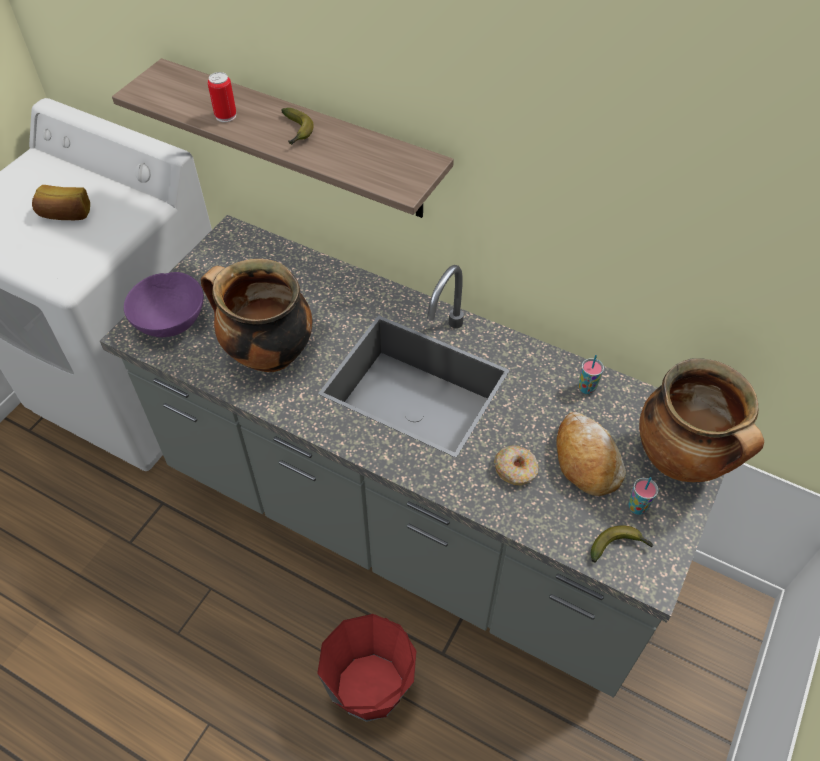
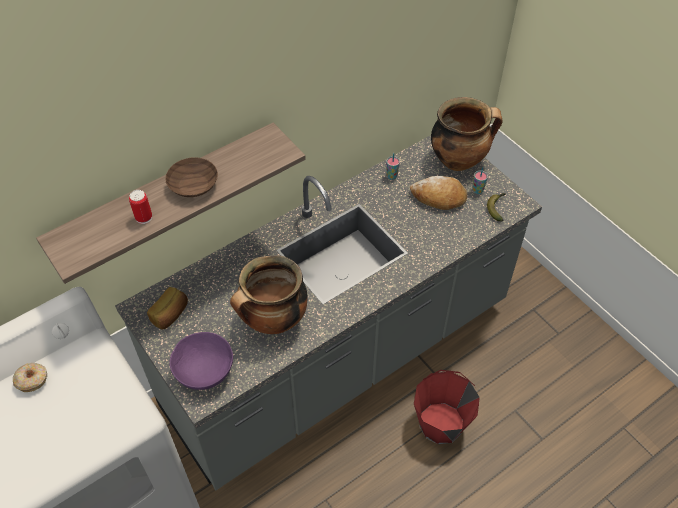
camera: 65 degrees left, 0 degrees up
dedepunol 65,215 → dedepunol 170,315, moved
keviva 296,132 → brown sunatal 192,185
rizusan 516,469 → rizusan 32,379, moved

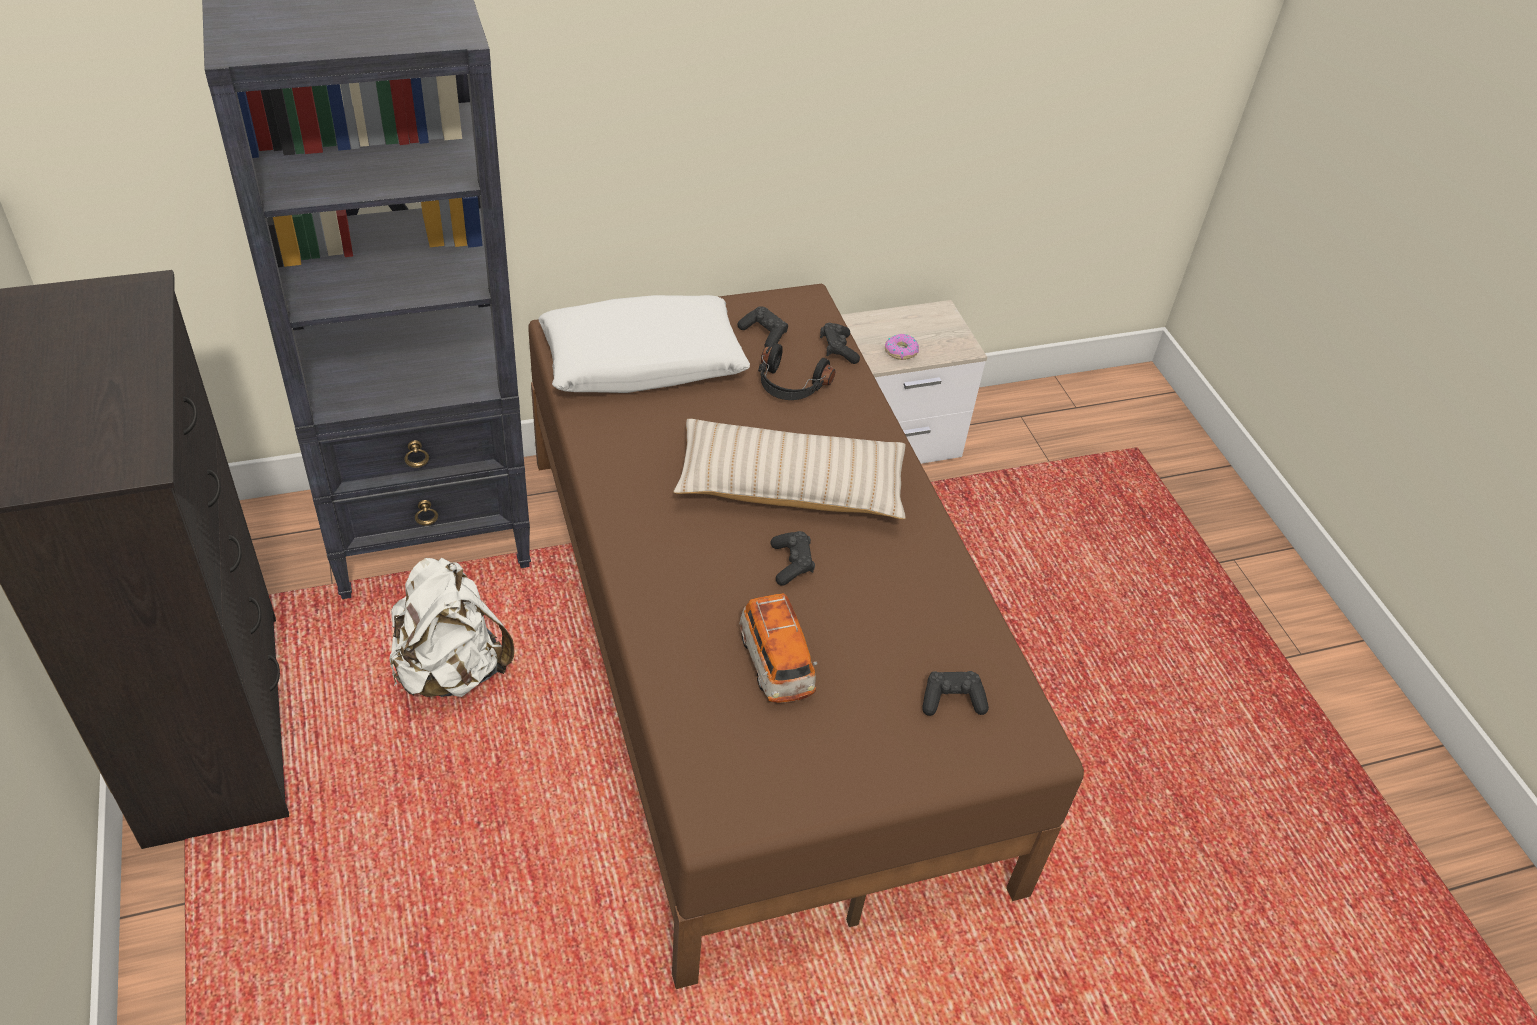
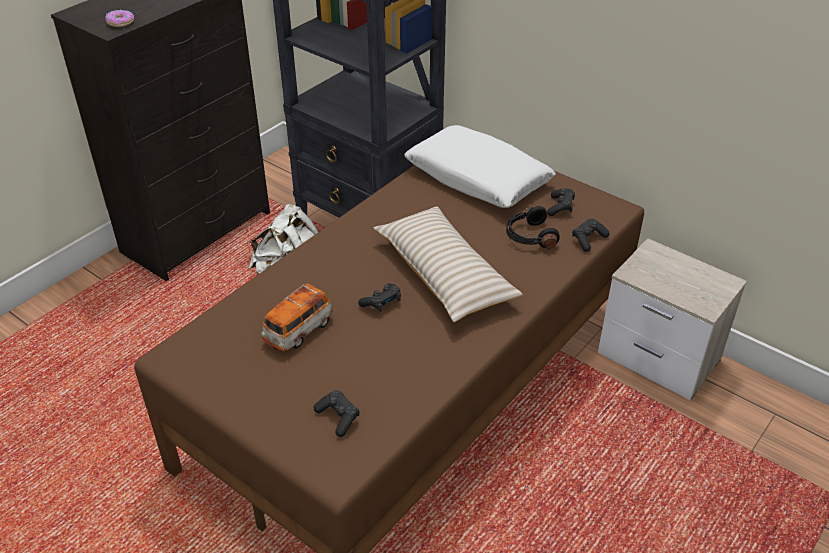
camera: 60 degrees right, 5 degrees down
rizusan 901,351 → rizusan 120,22, moved

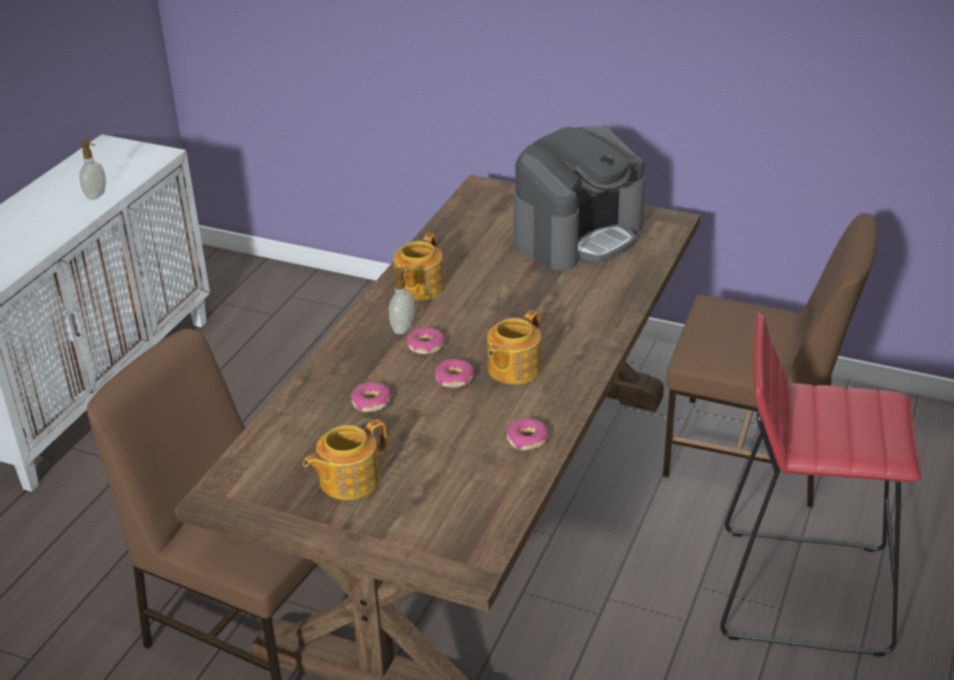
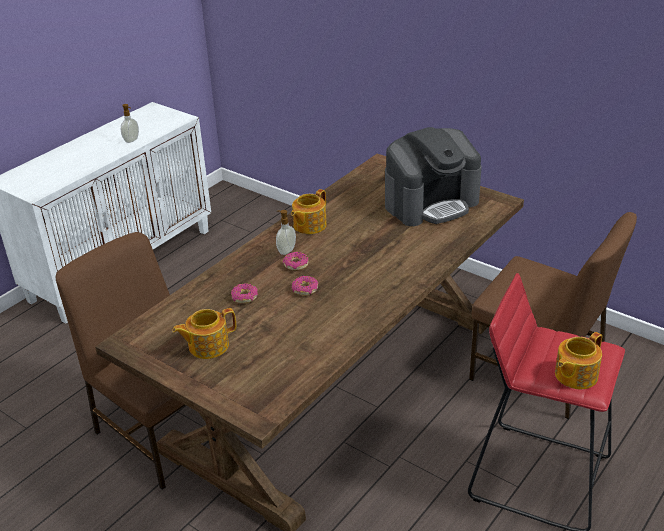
camera: 15 degrees right, 0 degrees up
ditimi 513,369 → ditimi 575,375, moved
rizusan 527,440 → -

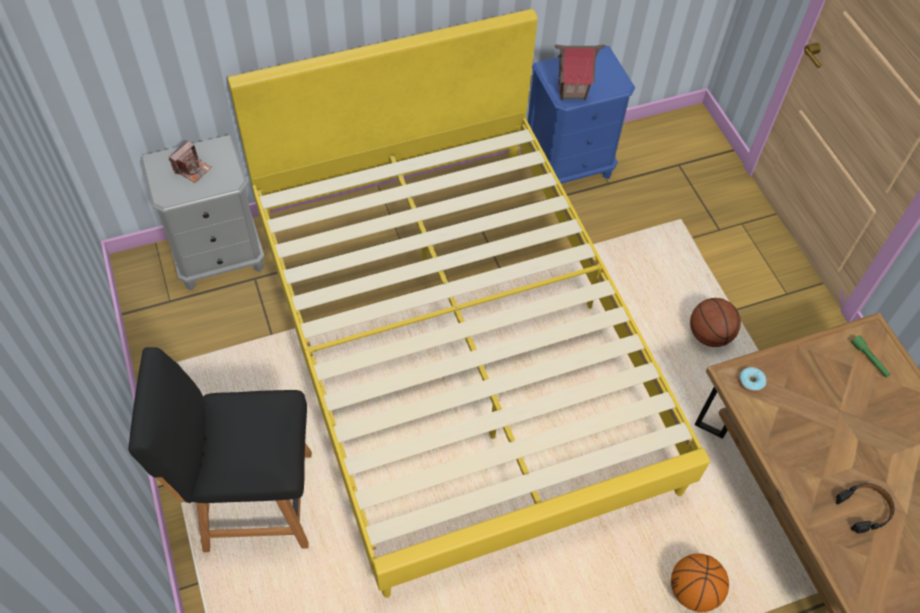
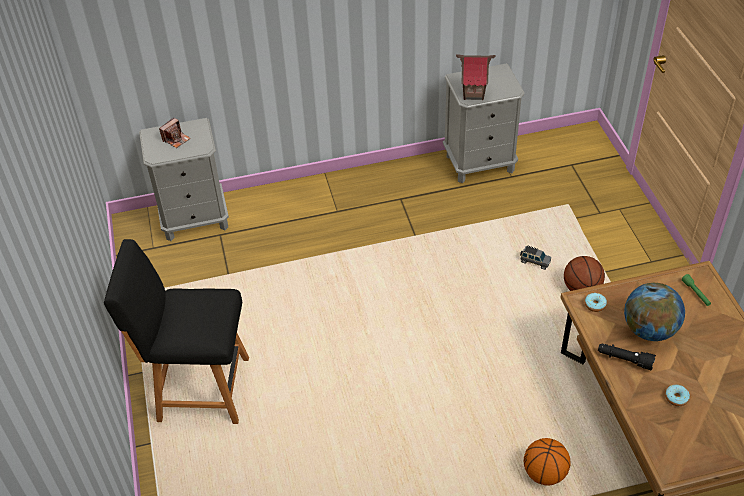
camera: 10 degrees right, 10 degrees down
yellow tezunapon 458,346 → -
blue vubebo 568,166 → grey vubebo 480,163
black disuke 864,509 → rizusan 676,398
- → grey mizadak 534,262
- → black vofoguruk 624,359
- → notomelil 649,330

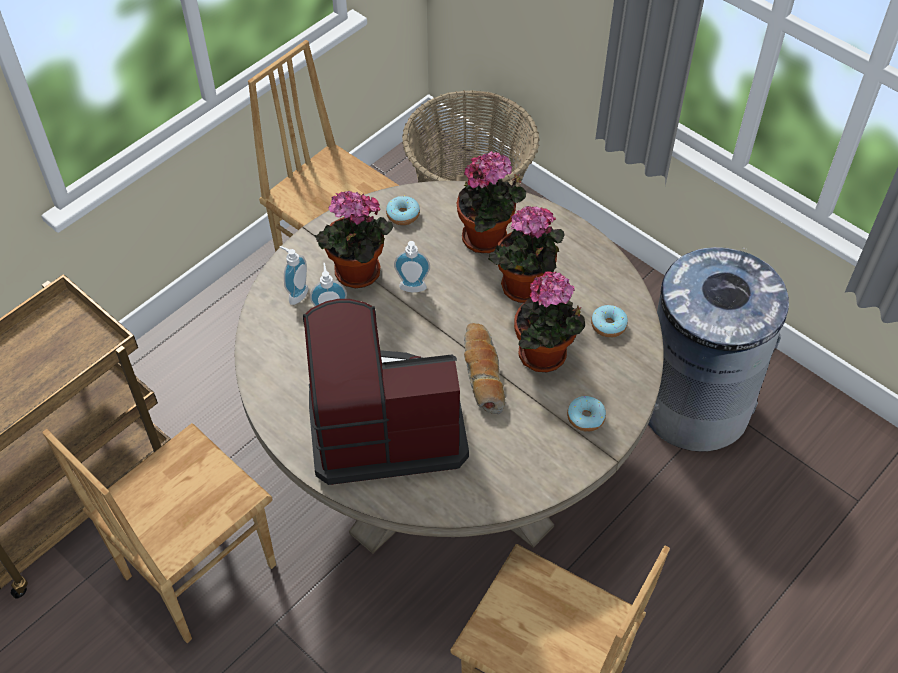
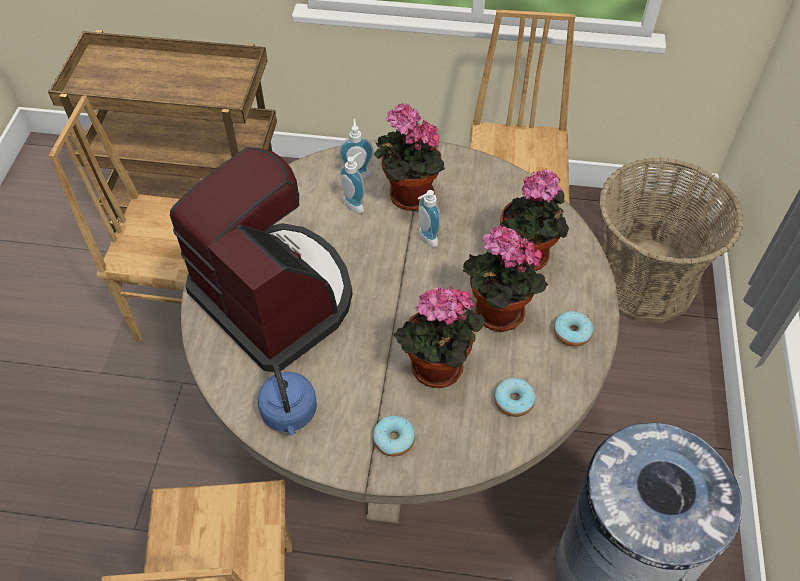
camera: 55 degrees right, 0 degrees up
rizusan 403,215 → rizusan 572,333, moved
dedepunol 482,374 → -
- → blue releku 290,414

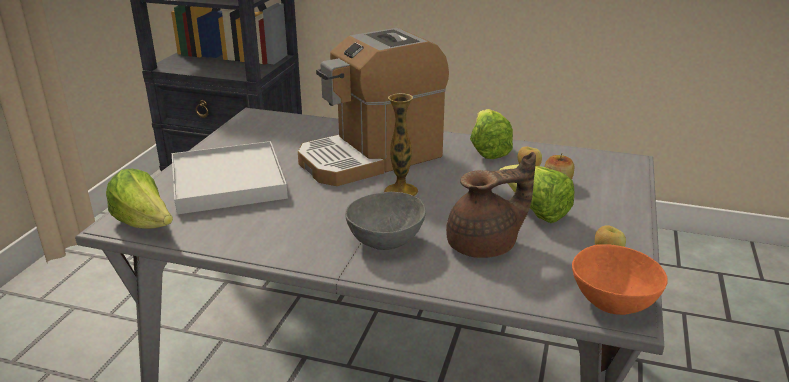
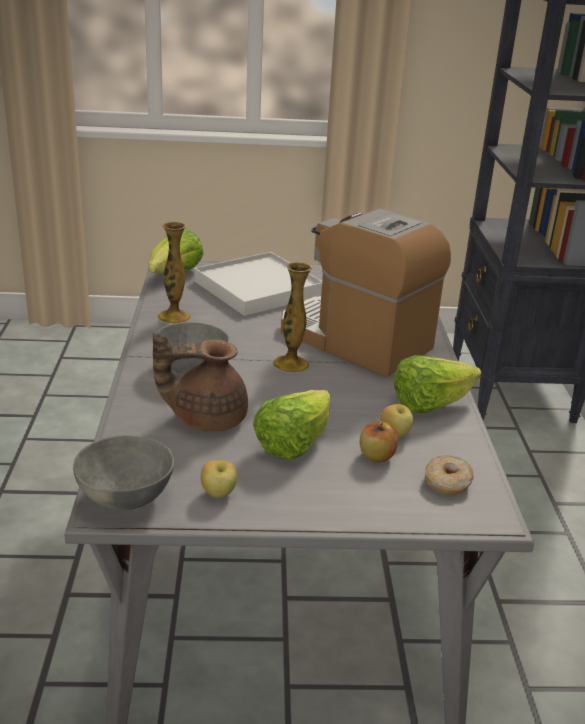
camera: 70 degrees right, 0 degrees up
brown ditimi 485,245 → brown ditimi 206,418, 120 degrees clockwise
orange sunatal 613,304 → grey sunatal 123,497
- → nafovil 174,317
- → rizusan 447,483

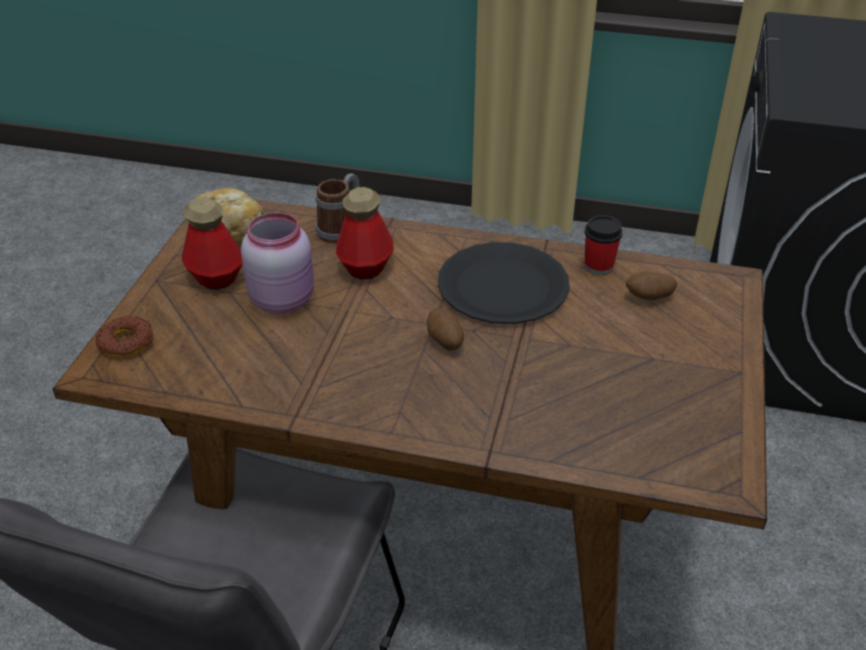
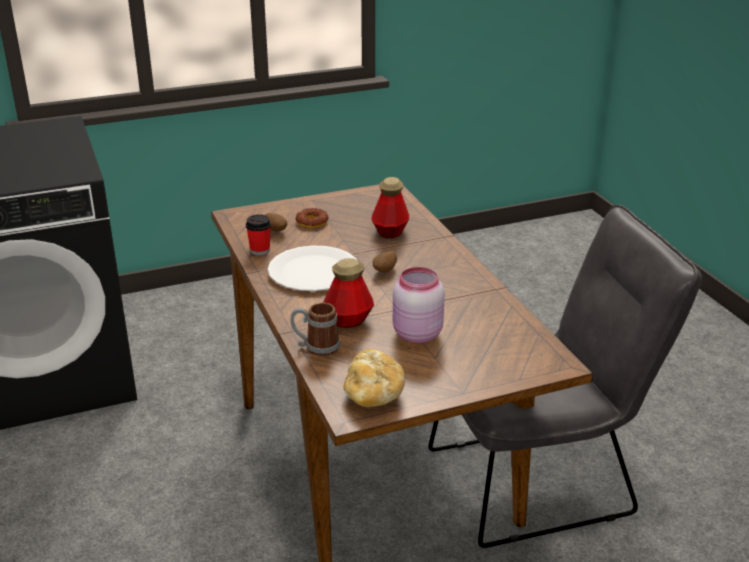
camera: 125 degrees left, 10 degrees down
rizusan 126,342 → rizusan 312,222, moved
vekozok 216,277 → vekozok 390,232, moved
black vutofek 503,286 → white vutofek 313,271

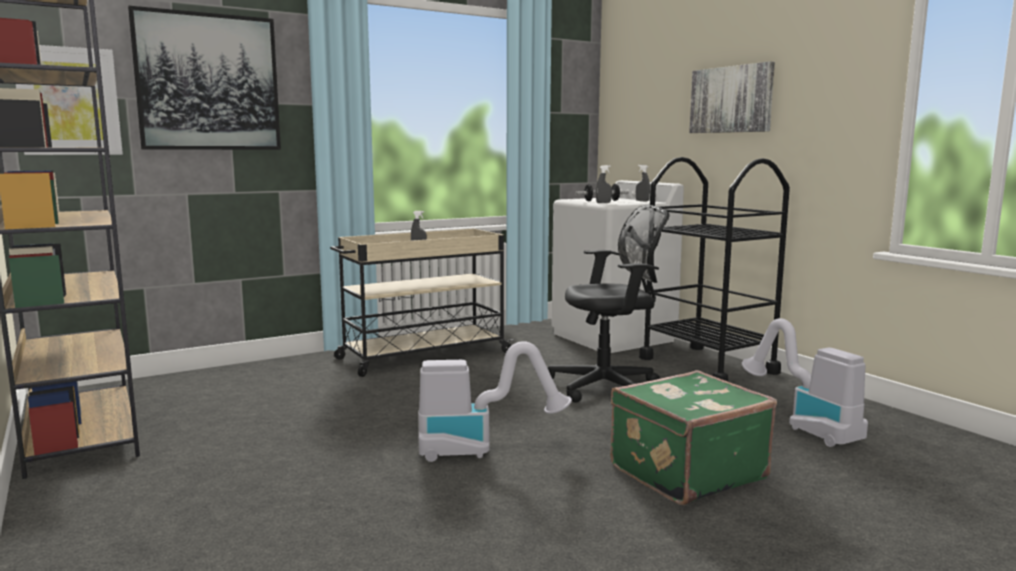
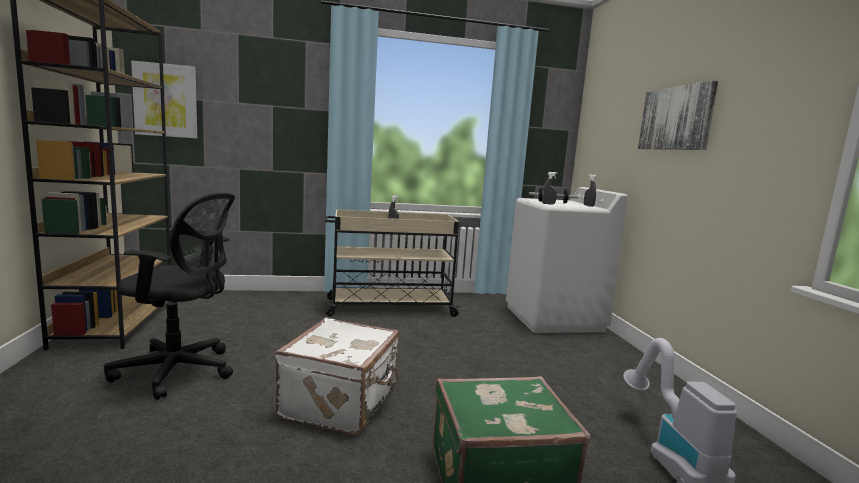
camera: 20 degrees right, 0 degrees up
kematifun 208,82 → -
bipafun 481,449 → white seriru 342,403
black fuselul 608,387 → black fuselul 180,371, moved
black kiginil 707,365 → -

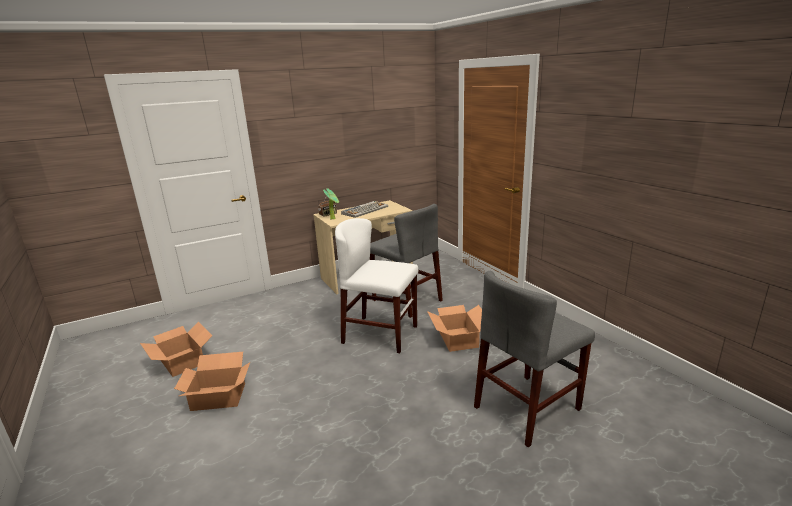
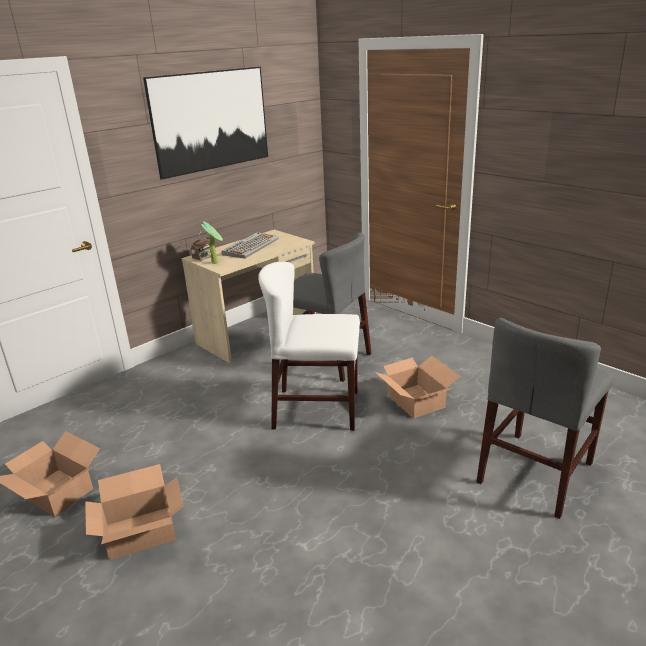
camera: 15 degrees left, 5 degrees up
- → kematifun 211,121

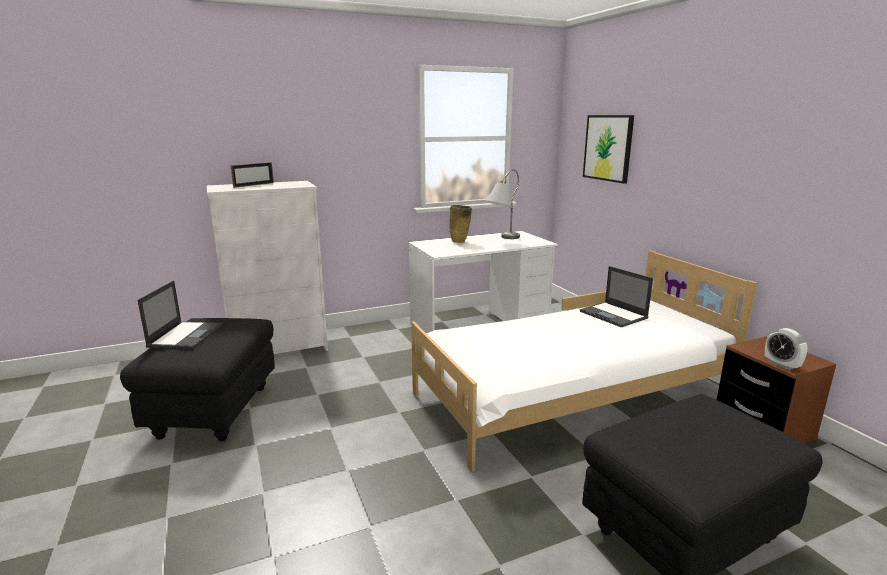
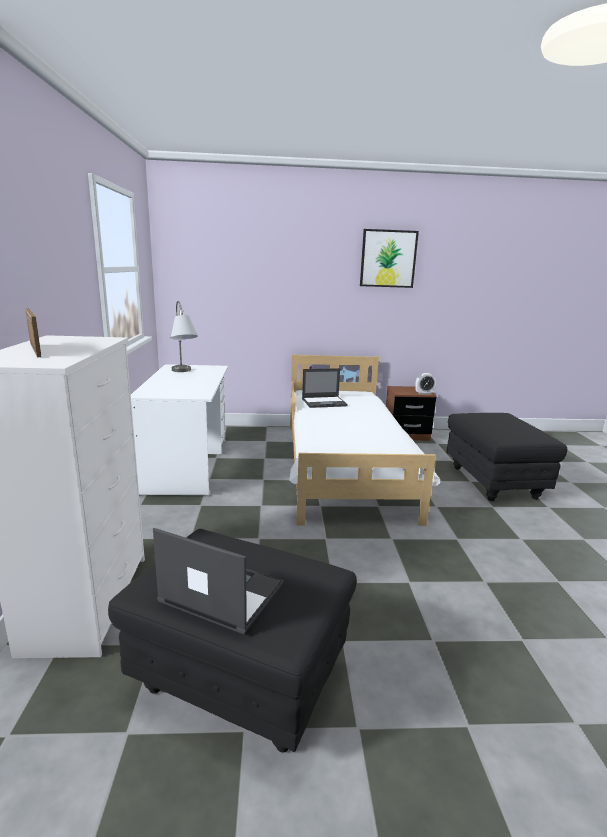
camera: 70 degrees left, 0 degrees up
beige nafovil 460,242 → -
kematifun 608,148 → kematifun 388,259, moved

